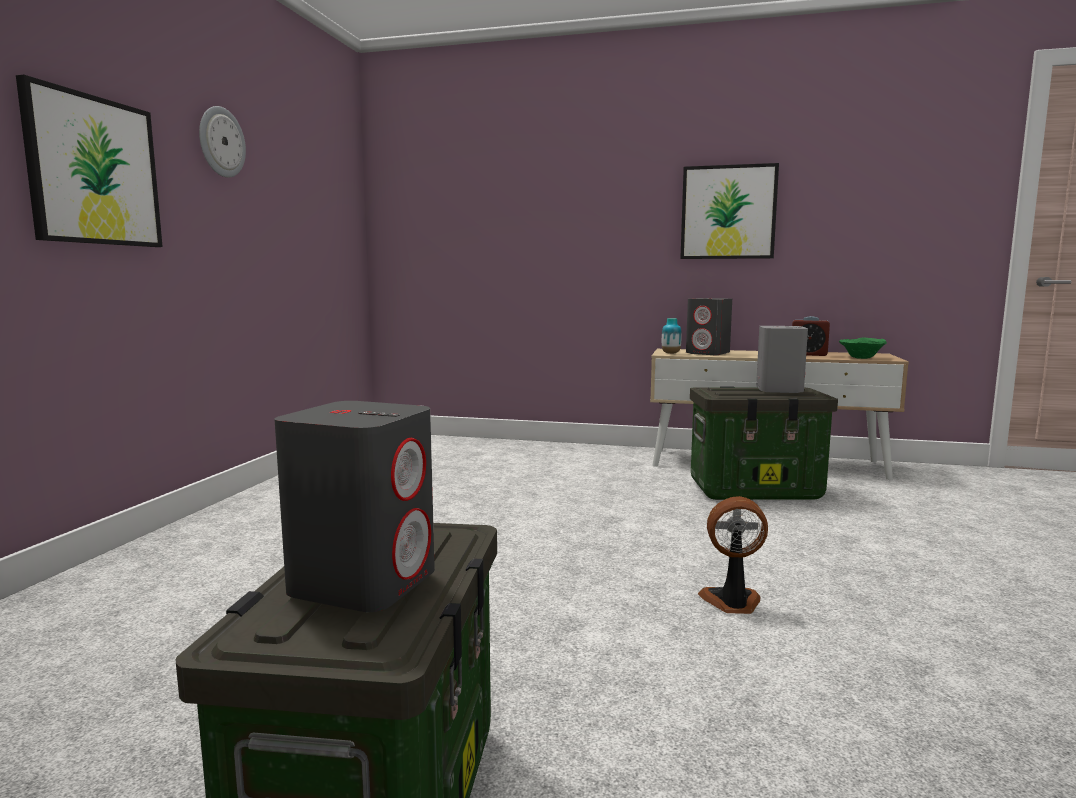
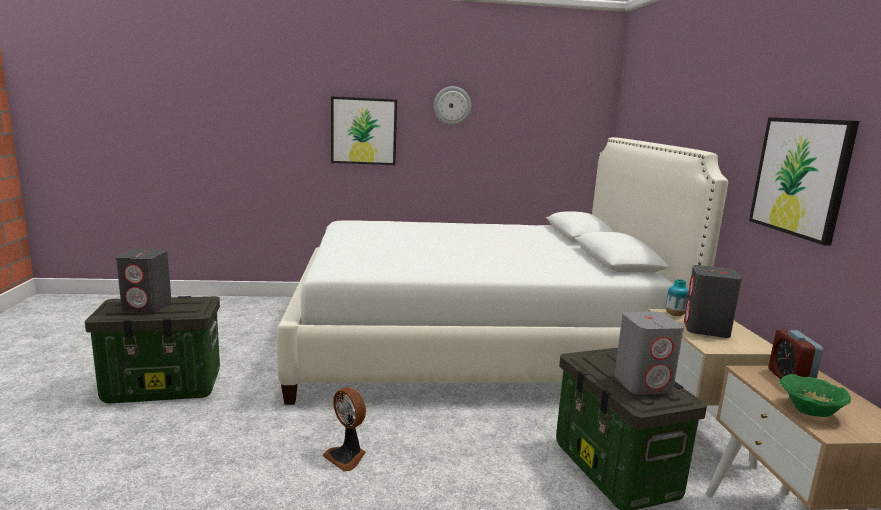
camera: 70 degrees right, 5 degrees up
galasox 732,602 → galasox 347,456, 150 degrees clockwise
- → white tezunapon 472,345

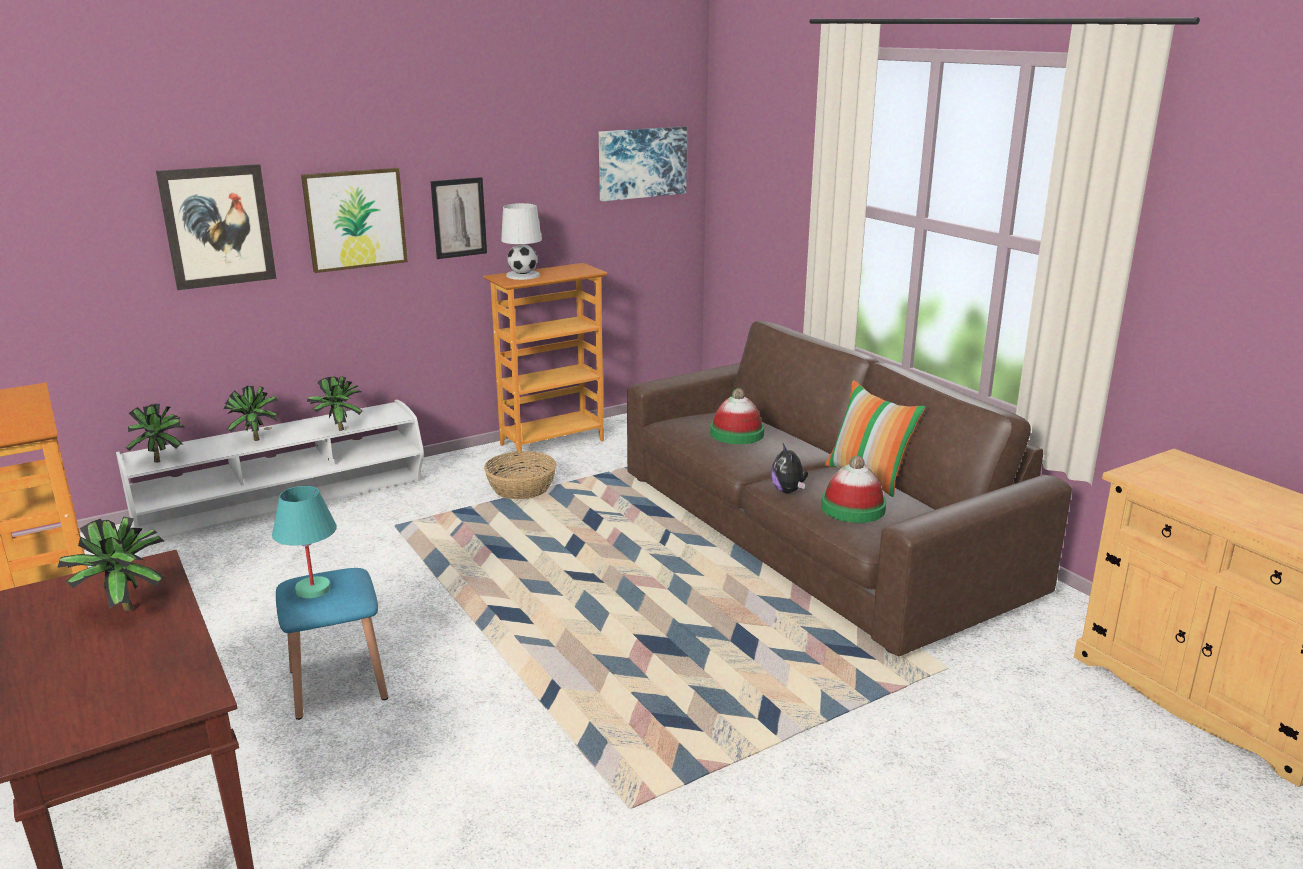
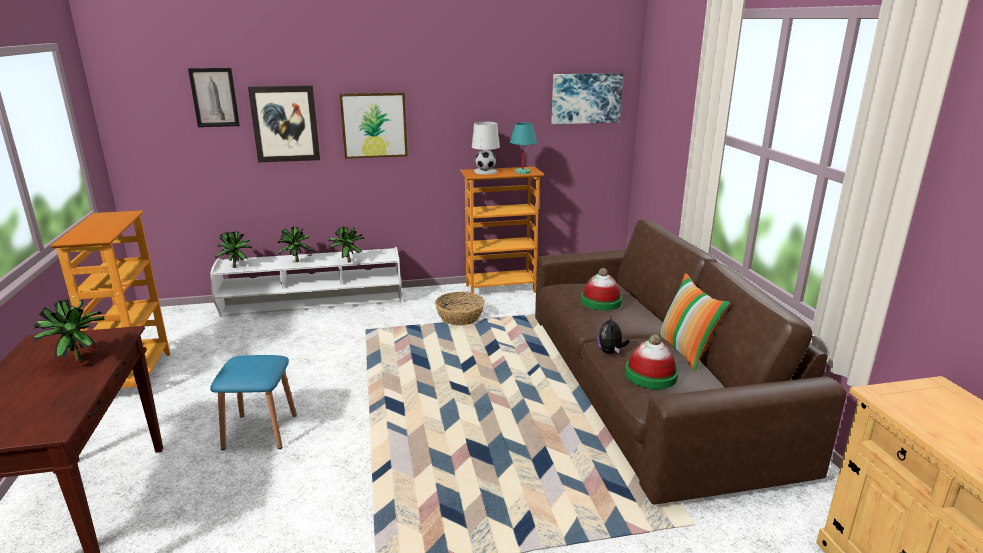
camera: 20 degrees right, 0 degrees up
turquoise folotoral 312,589 → turquoise folotoral 522,172, moved
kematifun 459,218 → kematifun 214,97, moved

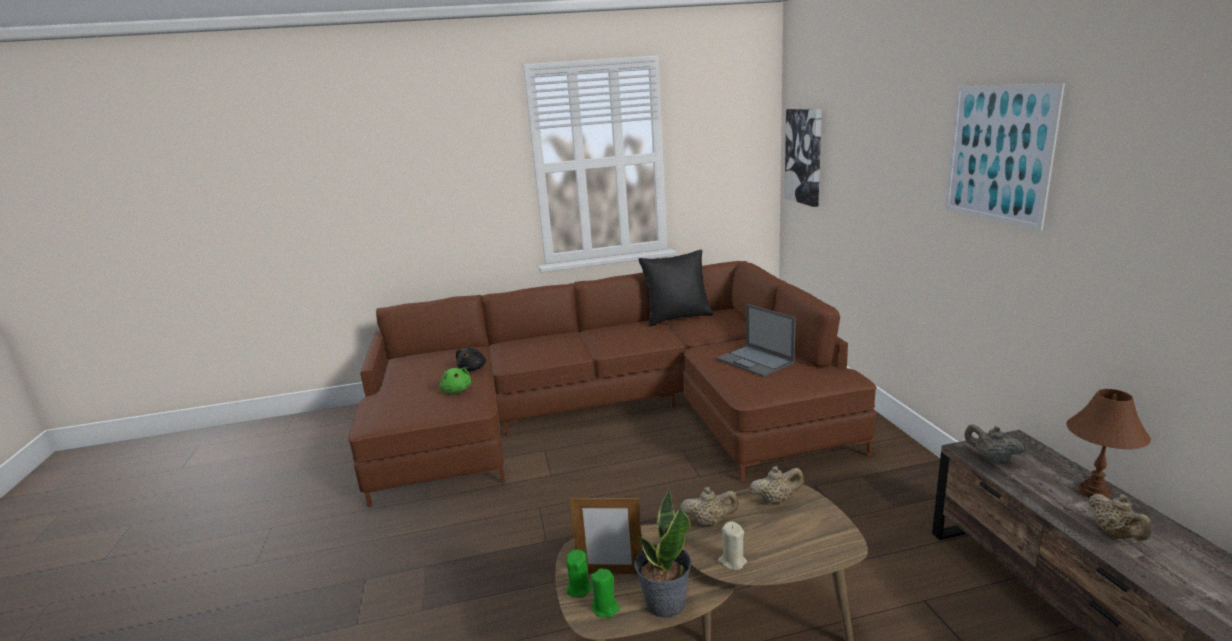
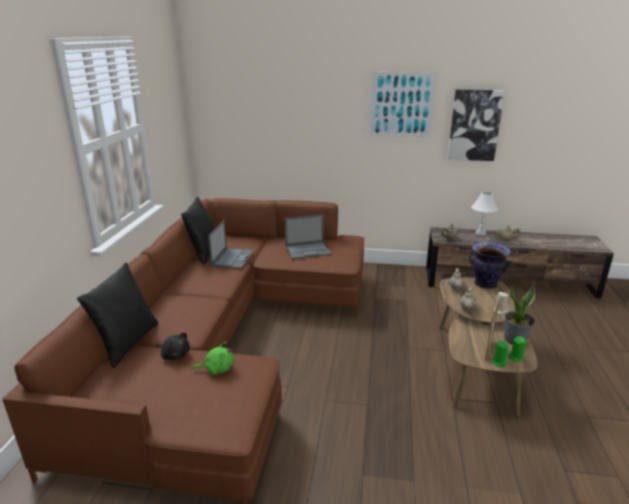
camera: 70 degrees left, 5 degrees up
kematifun 804,156 → kematifun 474,125, moved
brown folotoral 1094,492 → white folotoral 480,233
- → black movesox 127,343
- → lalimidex 233,258
- → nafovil 485,284

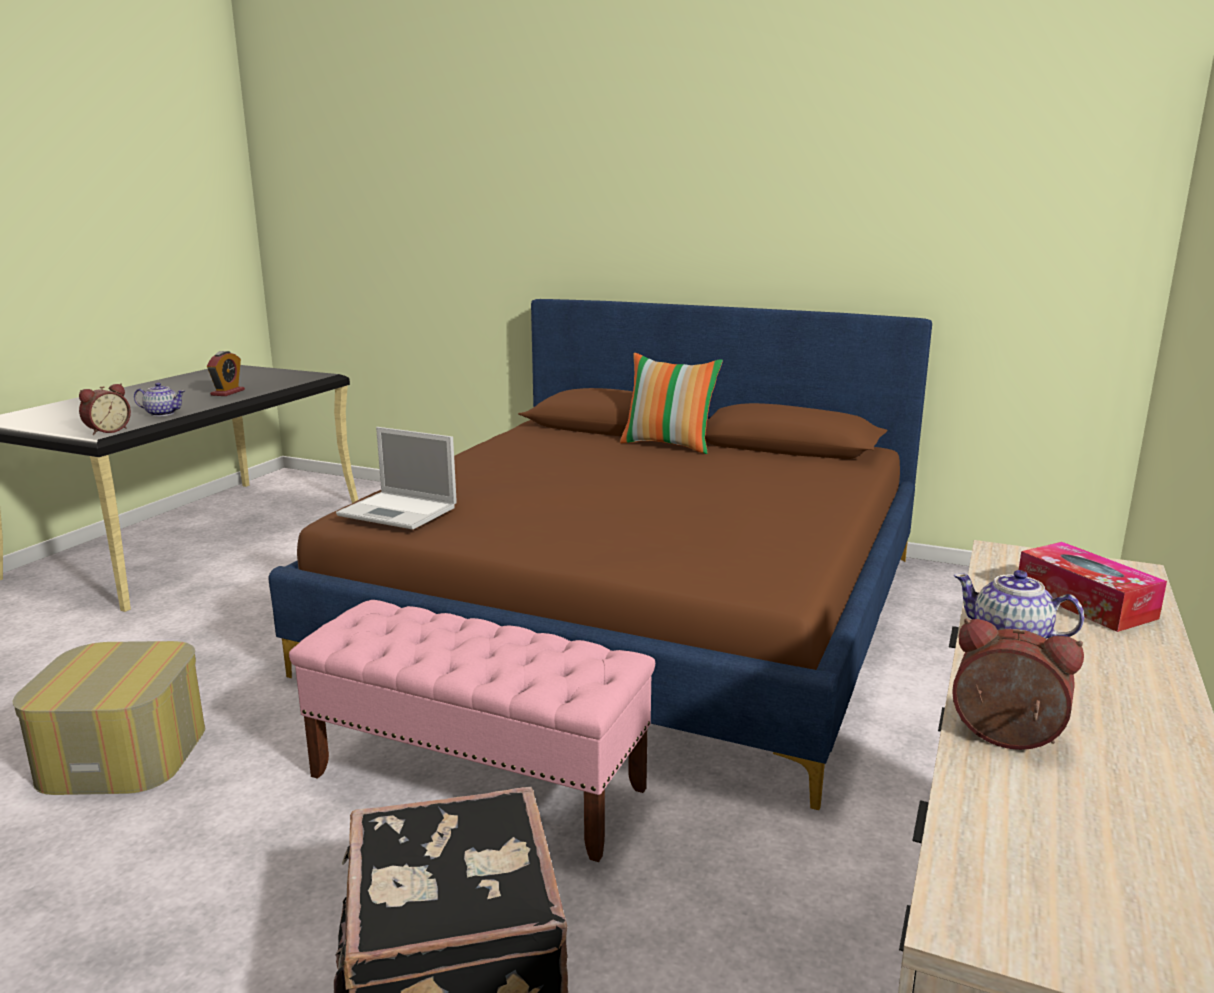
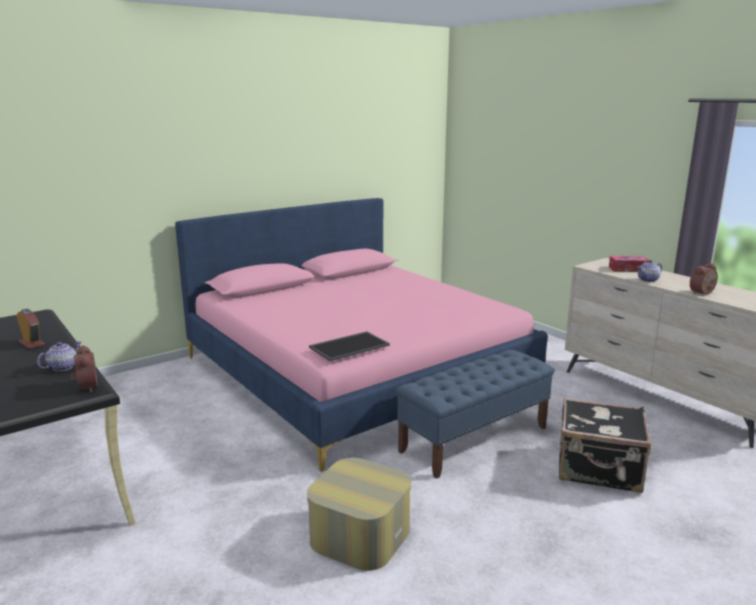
camera: 60 degrees left, 0 degrees up
brown tezunapon 638,610 → pink tezunapon 356,370
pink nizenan 478,782 → blue nizenan 474,439
lalimidex 399,511 → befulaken 349,346
movesox 669,445 → -

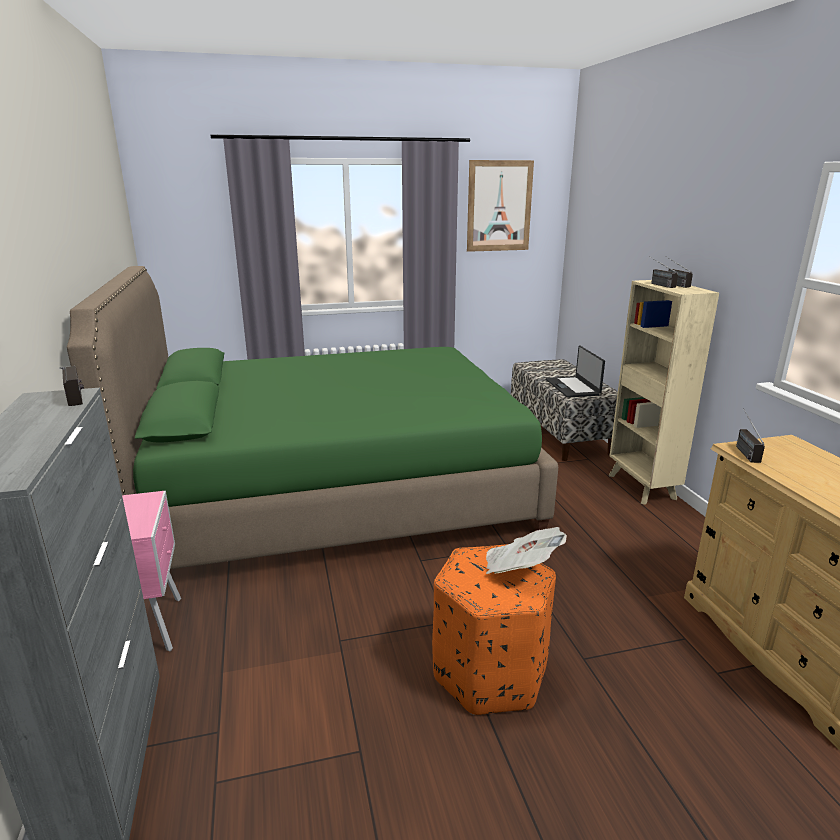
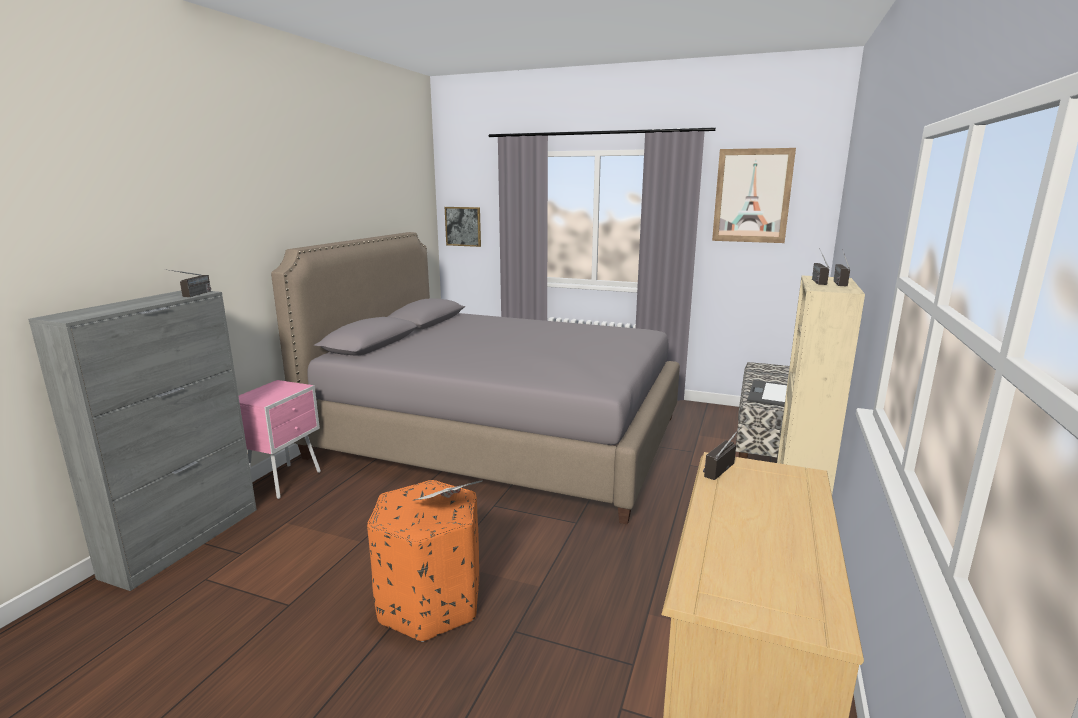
camera: 35 degrees right, 5 degrees down
green tezunapon 335,491 → grey tezunapon 500,437
- → kematifun 463,226

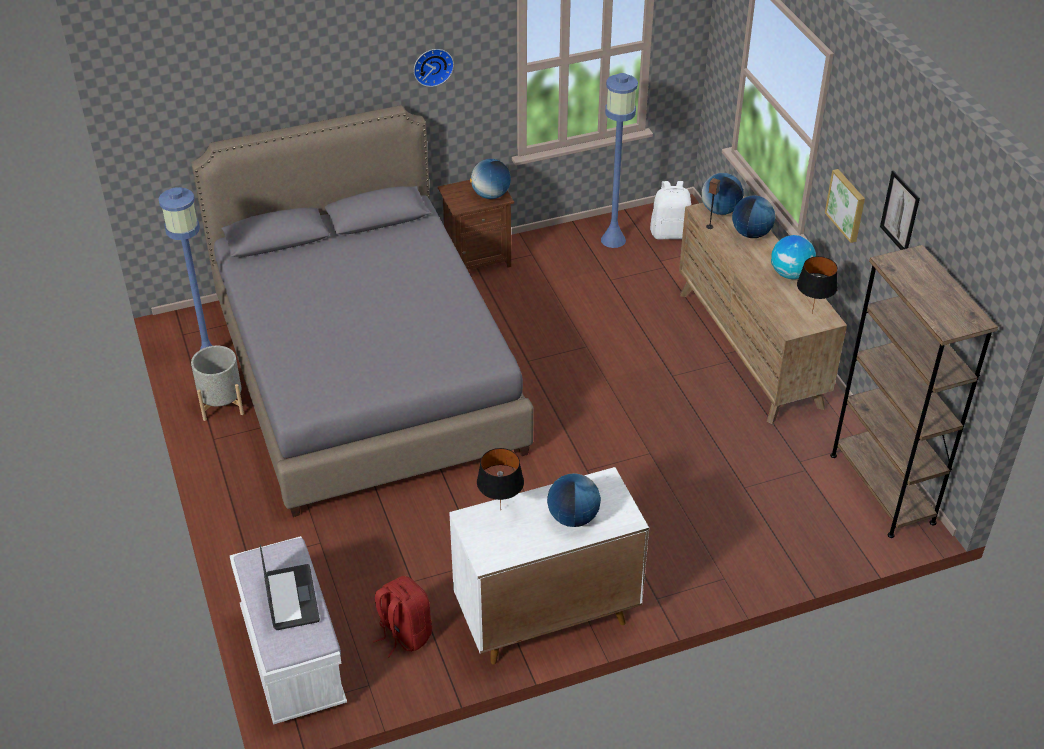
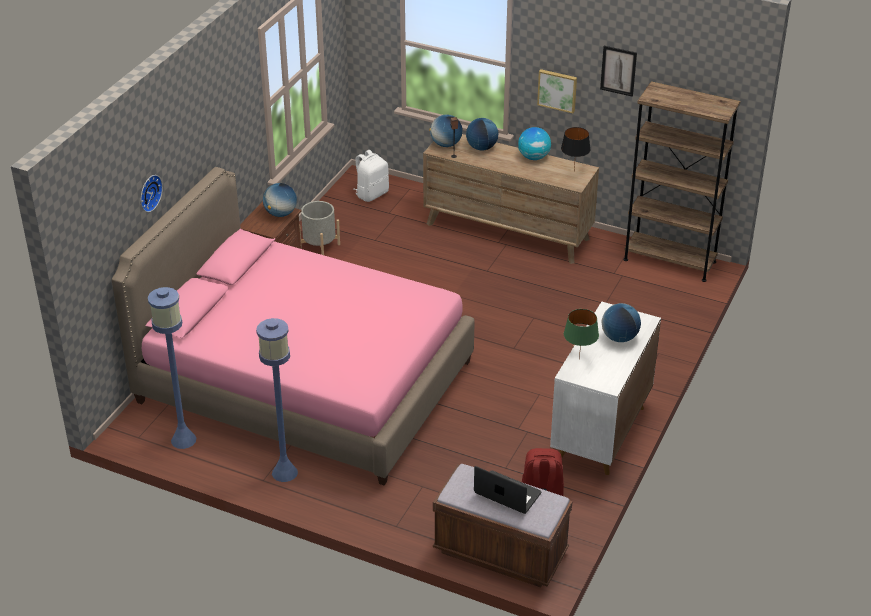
camera: 45 degrees left, 5 degrees down
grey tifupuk 222,404 → grey tifupuk 319,247, moved
grey tezunapon 366,375 → pink tezunapon 305,382
white nizenan 292,658 → brown nizenan 500,552
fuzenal 432,66 → fuzenal 148,192, moved
black folotoral 500,510 → green folotoral 578,359
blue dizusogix 613,240 → blue dizusogix 285,473, moved

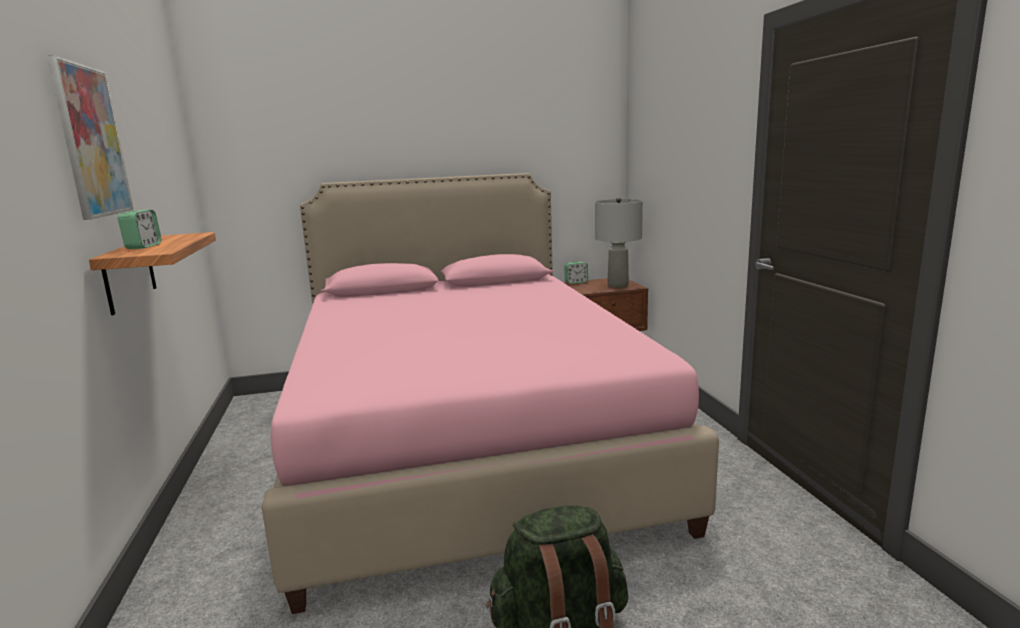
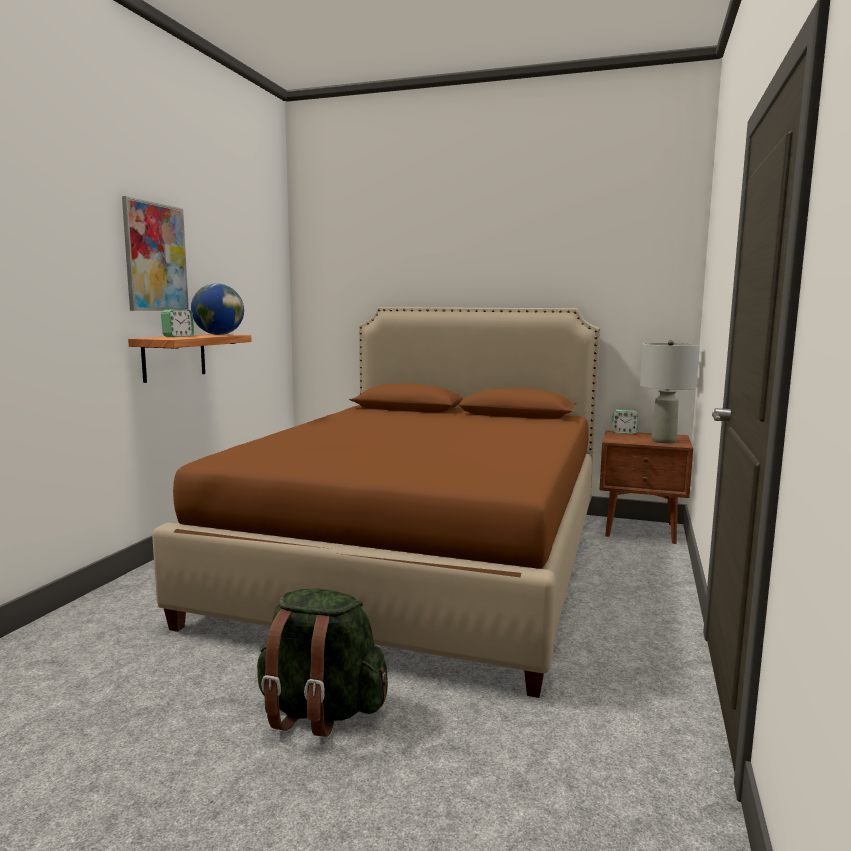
camera: 30 degrees right, 5 degrees down
pink tezunapon 466,442 → brown tezunapon 423,560
- → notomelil 218,334

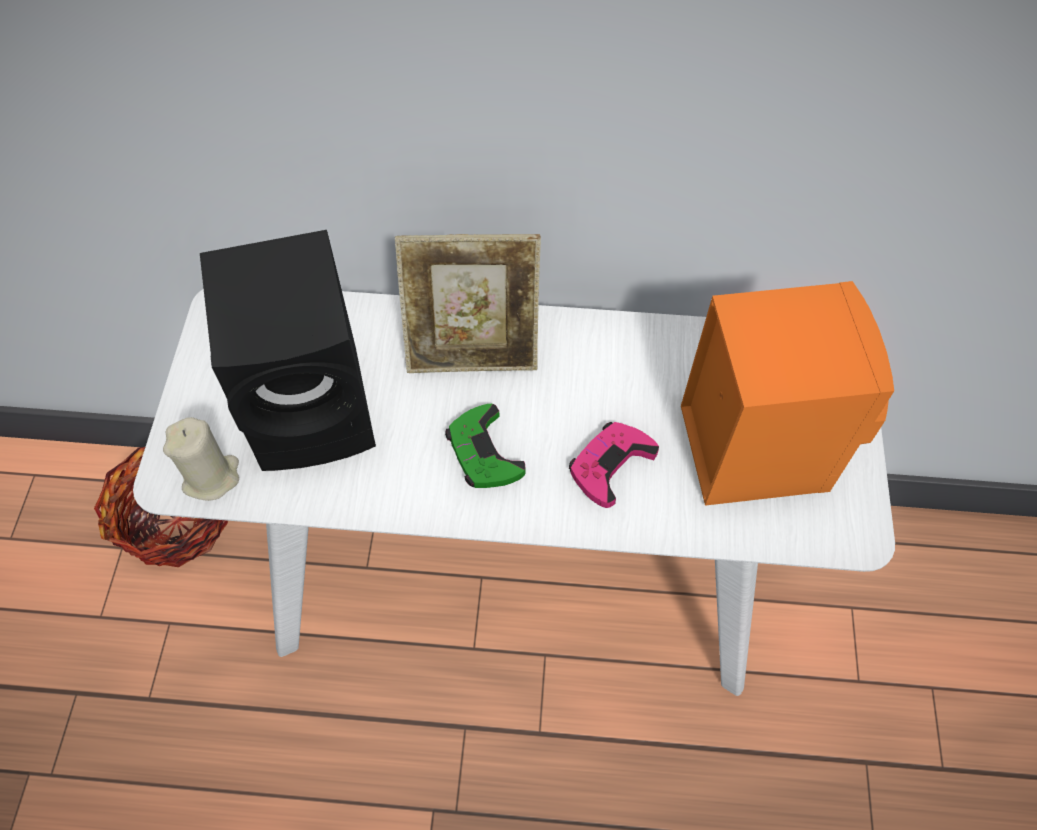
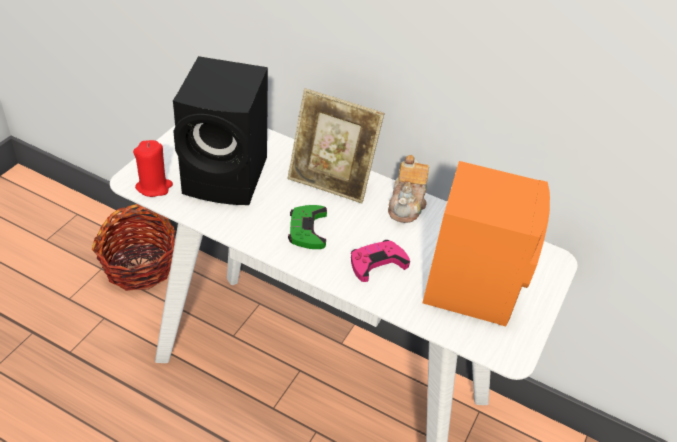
camera: 20 degrees right, 15 degrees down
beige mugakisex 211,477 → red mugakisex 154,187
- → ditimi 407,204

